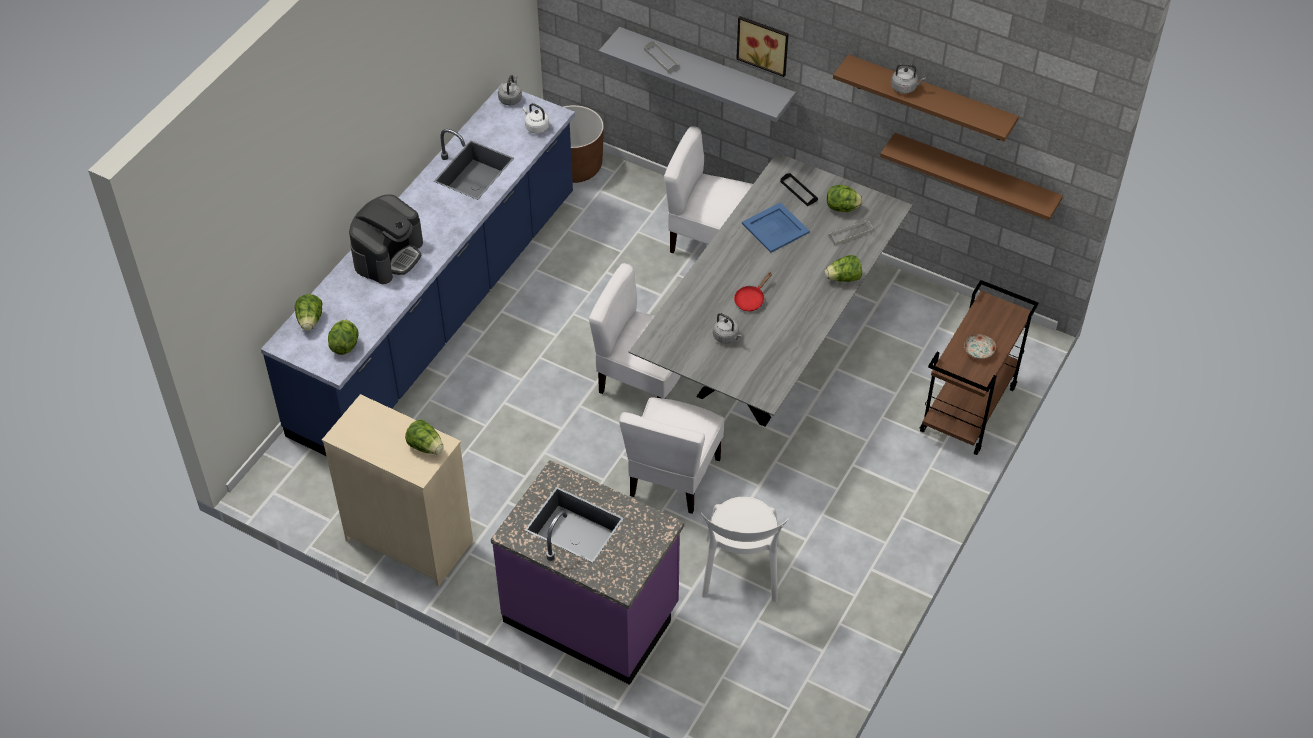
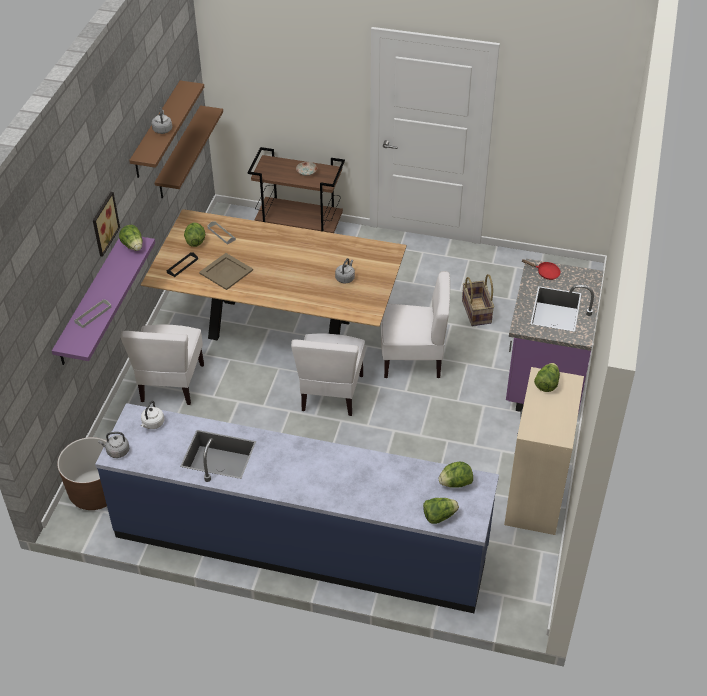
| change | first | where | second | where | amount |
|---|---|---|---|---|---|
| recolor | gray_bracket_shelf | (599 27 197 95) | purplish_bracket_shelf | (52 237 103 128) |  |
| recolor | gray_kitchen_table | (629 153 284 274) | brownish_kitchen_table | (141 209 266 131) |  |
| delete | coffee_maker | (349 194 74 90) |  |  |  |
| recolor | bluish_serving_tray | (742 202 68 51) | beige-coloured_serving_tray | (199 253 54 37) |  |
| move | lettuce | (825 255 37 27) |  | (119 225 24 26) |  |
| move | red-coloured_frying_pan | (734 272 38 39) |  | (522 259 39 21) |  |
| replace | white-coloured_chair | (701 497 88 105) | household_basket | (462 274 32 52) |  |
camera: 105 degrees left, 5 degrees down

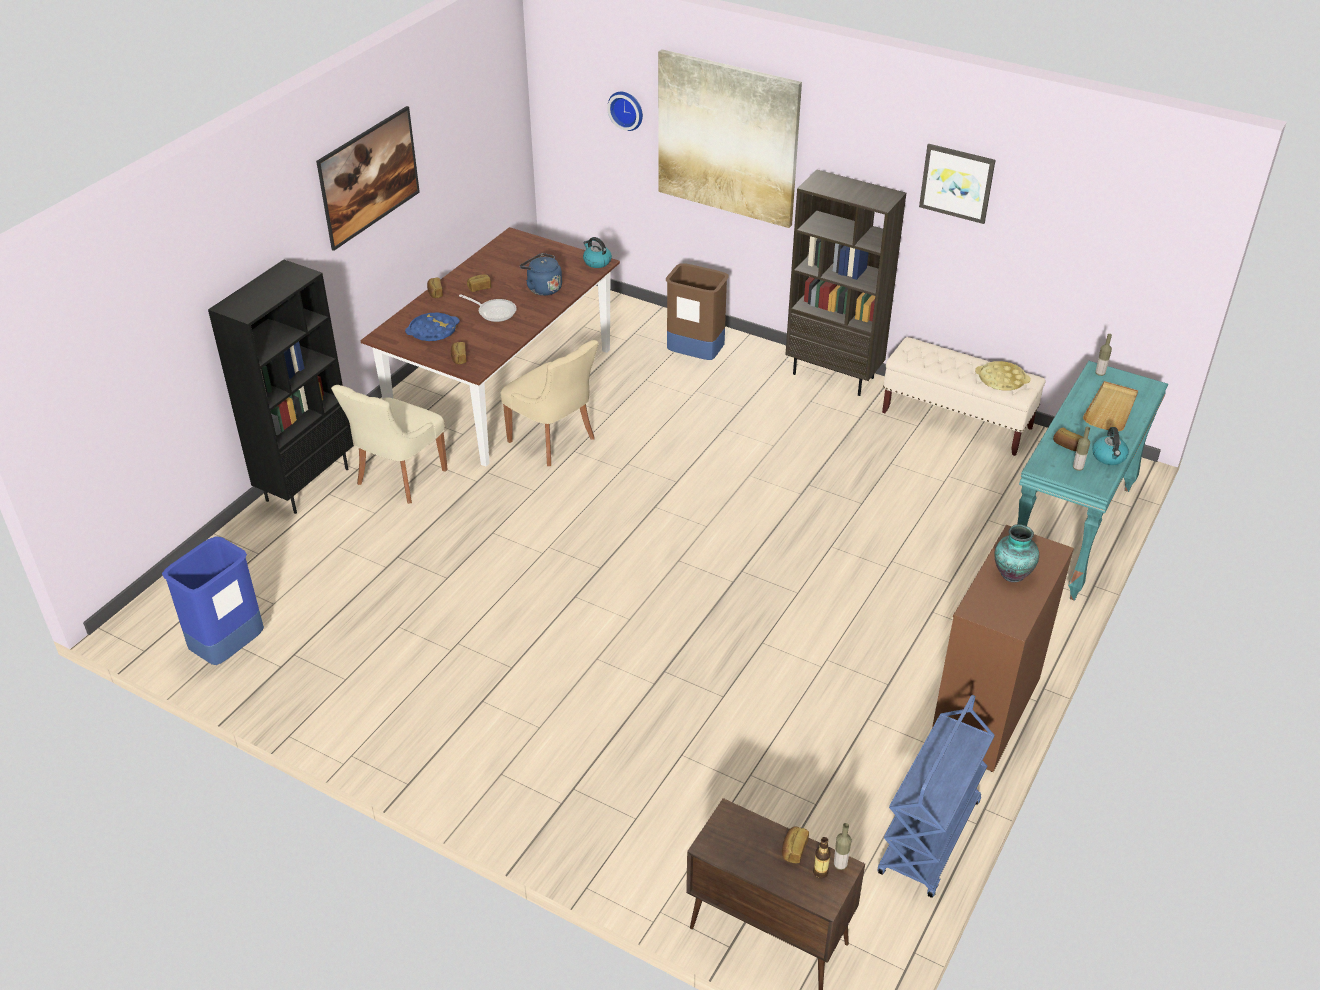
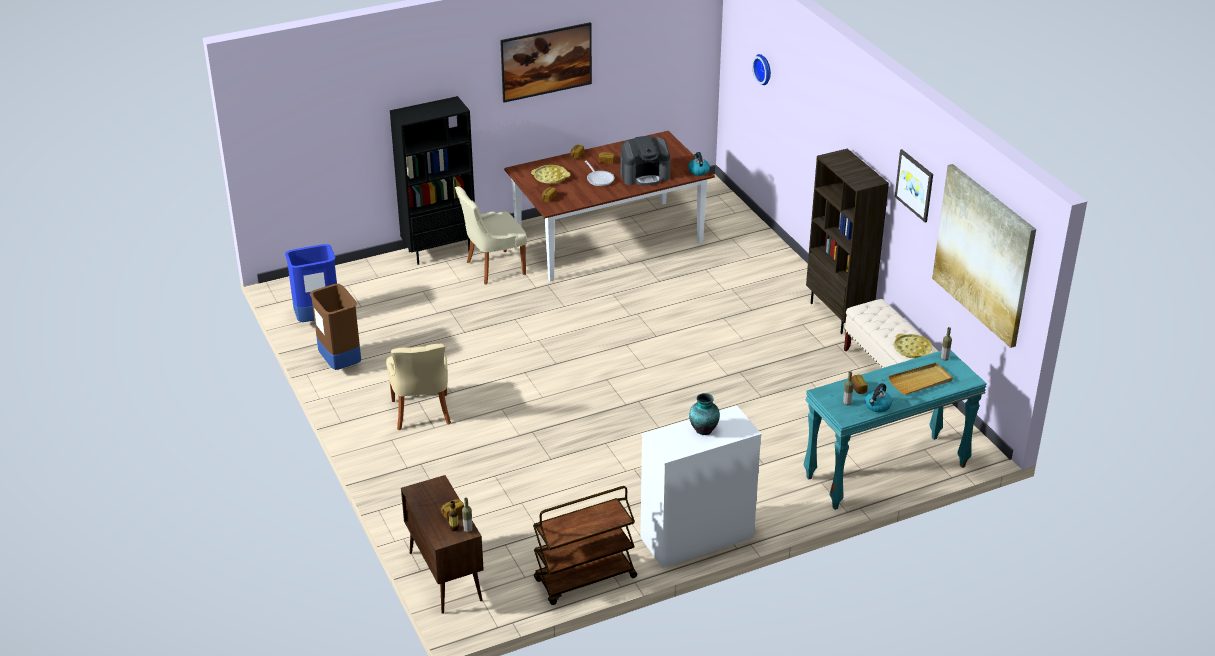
| change | first | where | second | where | amount |
|---|---|---|---|---|---|
| move | picture | (658 49 144 179) |  | (932 164 104 184) |  |
| replace | bluish_kettle | (520 253 42 43) | coffee_maker | (620 136 50 50) |  |
| move | brownish_waste_bin | (666 264 63 96) |  | (310 284 51 86) |  |
| recolor | bluish_serving_tray | (405 313 55 28) | yellow-coloured_serving_tray | (531 165 39 19) |  |
| move | beige-coloured_chair | (501 340 98 126) |  | (386 344 65 86) |  |
| recolor | brownish_drawer_chest | (932 525 142 247) | white-coloured_drawer_chest | (640 406 122 162) |  |
| recolor | bluish_trolley | (877 695 118 203) | brownish_trolley | (533 486 104 119) |  |
camera: 35 degrees right, 5 degrees down

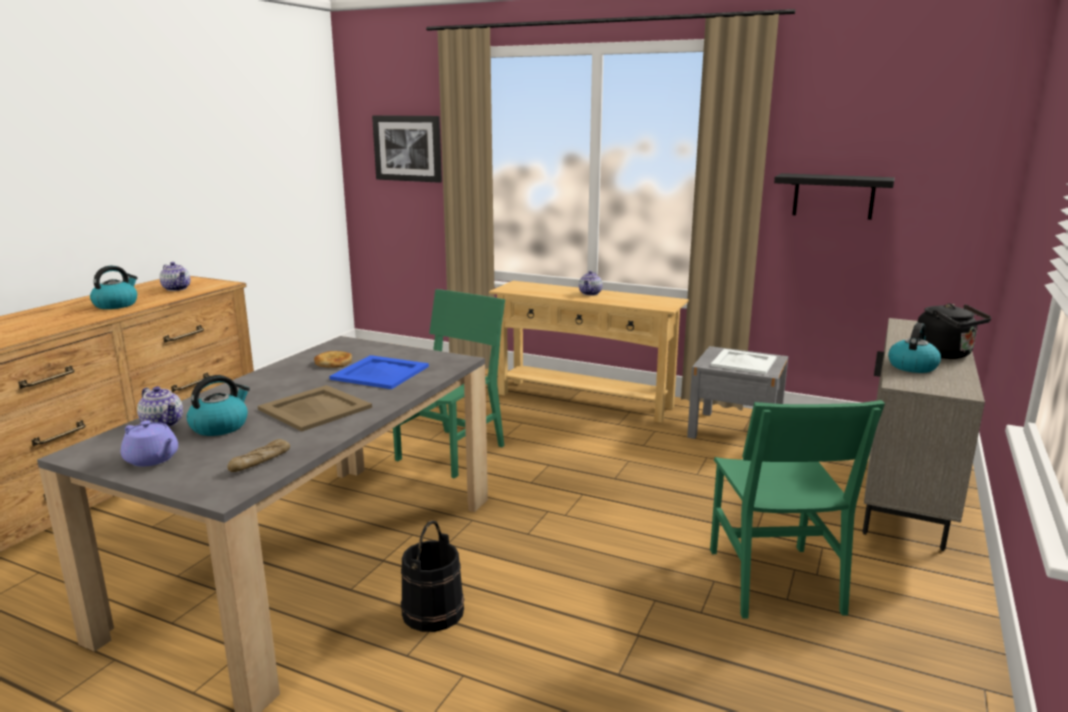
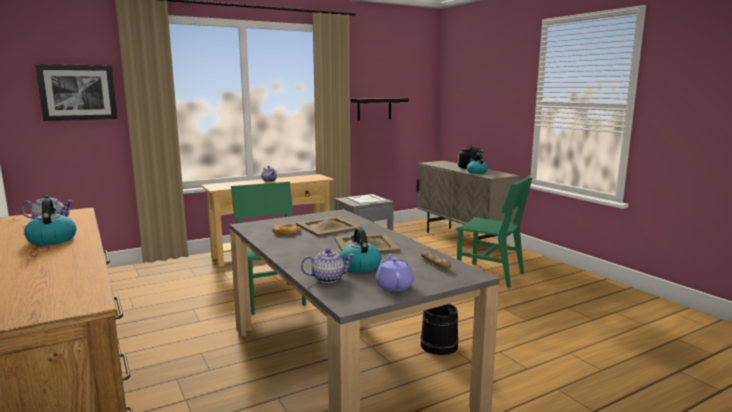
| change | first | where | second | where | amount |
|---|---|---|---|---|---|
| recolor | bluish_serving_tray | (329 355 100 34) | beige-coloured_serving_tray | (296 216 66 21) |  |
| rotate | purplish_tea_pot | (121 421 57 46) |  | (375 254 39 37) | 75 degrees counterclockwise |
camera: 55 degrees left, 5 degrees down

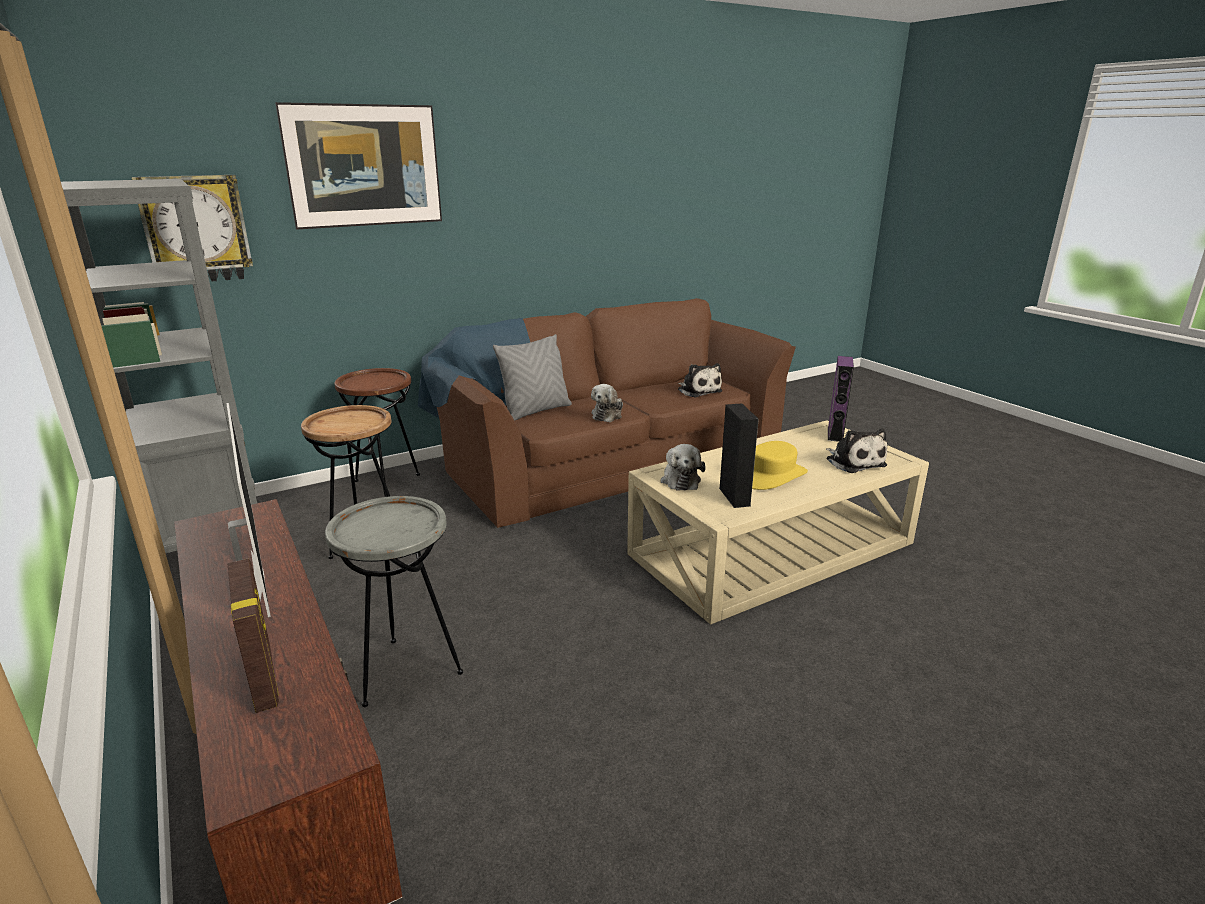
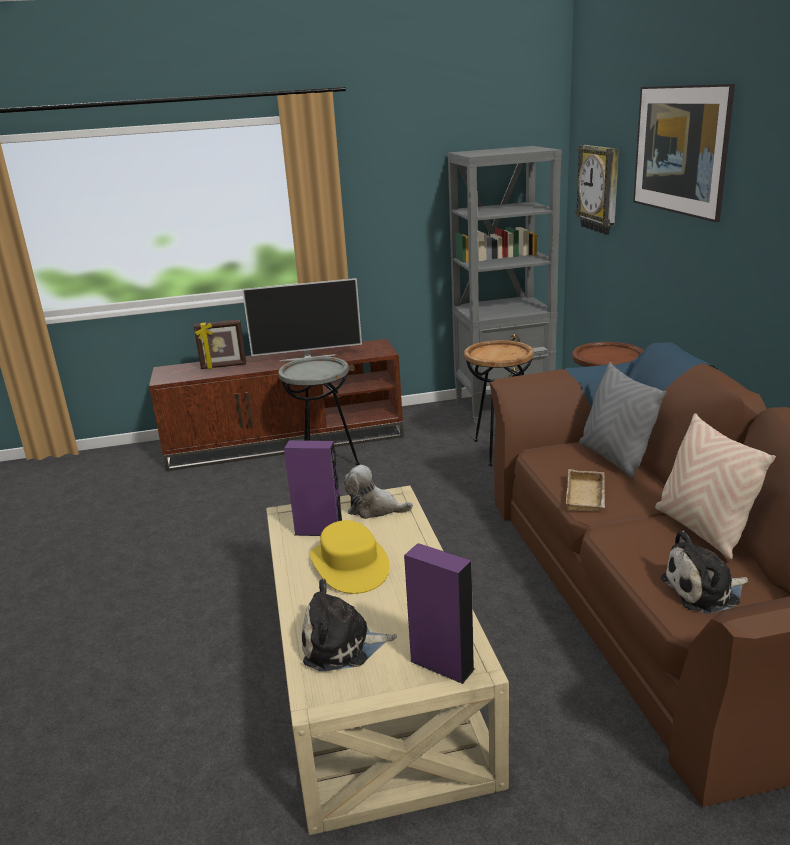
| change | first | where | second | where | amount |
|---|---|---|---|---|---|
| replace | plush_toy | (591 384 32 38) | beige-coloured_serving_tray | (566 469 39 42) |  |
| recolor | black_loudspeaker | (719 403 40 105) | purplish_loudspeaker | (284 441 58 95) |  |
| insert |  |  | beige-coloured_pillow | (655 413 121 146) |  |
camera: 110 degrees right, 0 degrees up

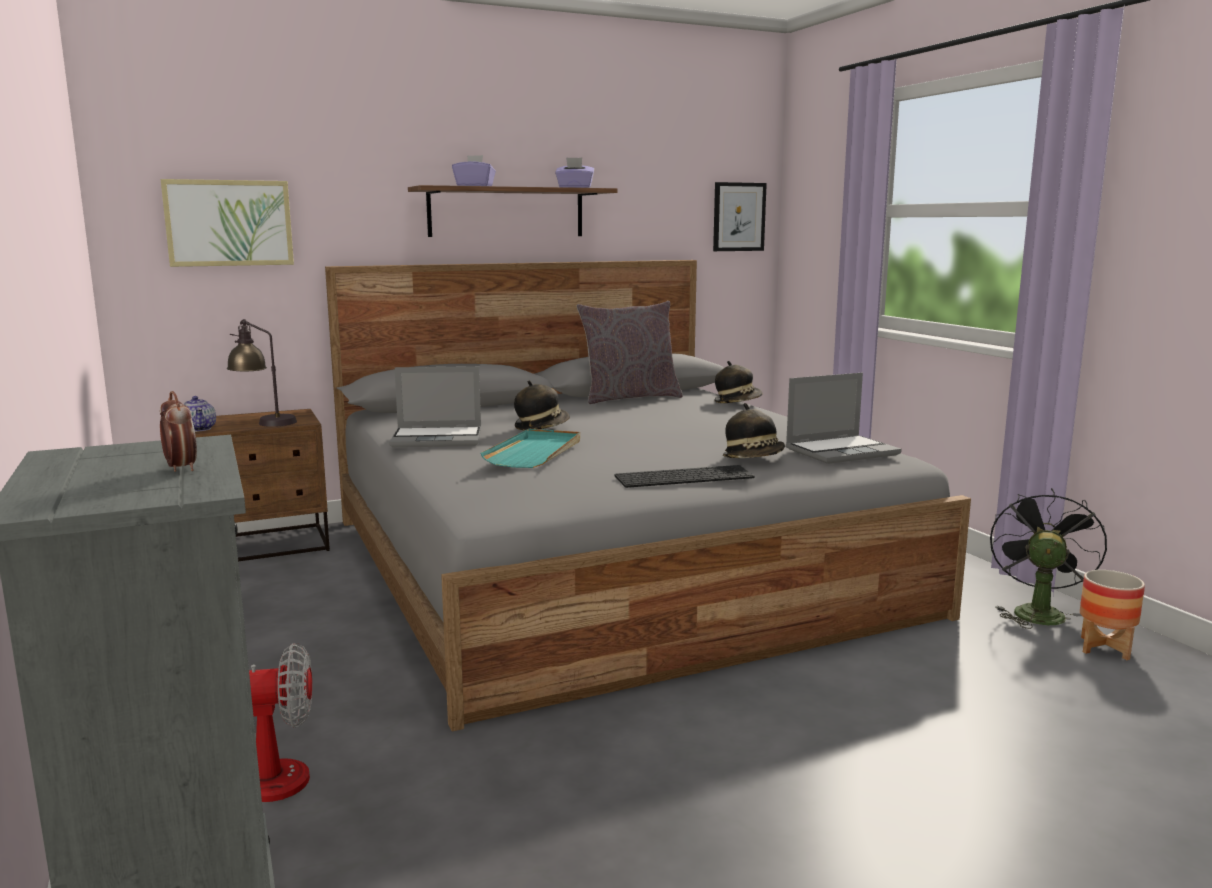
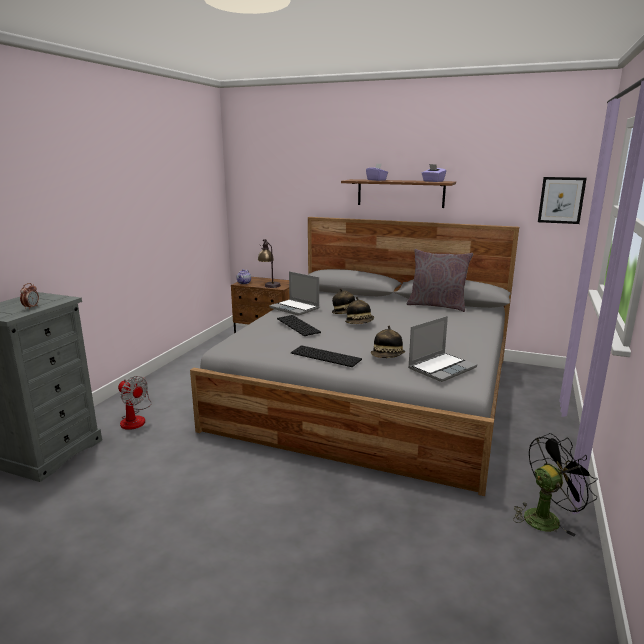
| change | first | where | second | where | amount |
|---|---|---|---|---|---|
| delete | picture | (161 179 133 88) |  |  |  |
| move | clothing_hat | (714 361 49 42) |  | (345 297 29 27) |  |
| rotate | portable_computer | (786 373 116 91) |  | (408 316 69 66) | 60 degrees counterclockwise |
| replace | turquoise-coloured_serving_tray | (481 429 99 39) | PC_keyboard | (277 315 44 21) |  |
| delete | plant_pot | (1080 570 65 90) |  |  |  |
camera: 45 degrees right, 5 degrees up

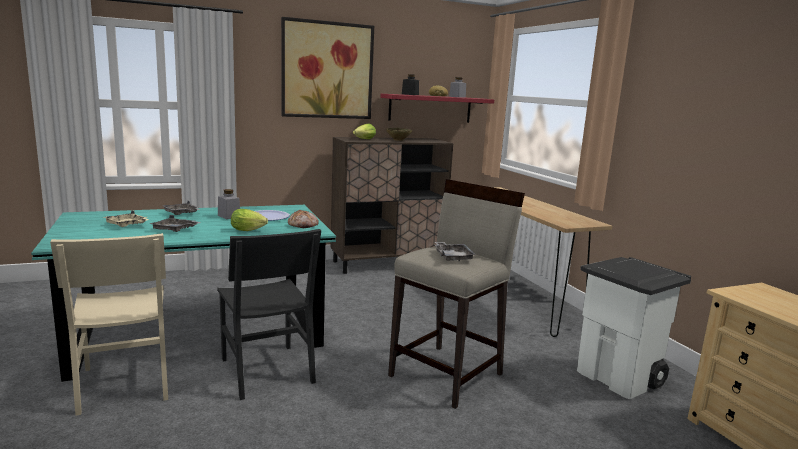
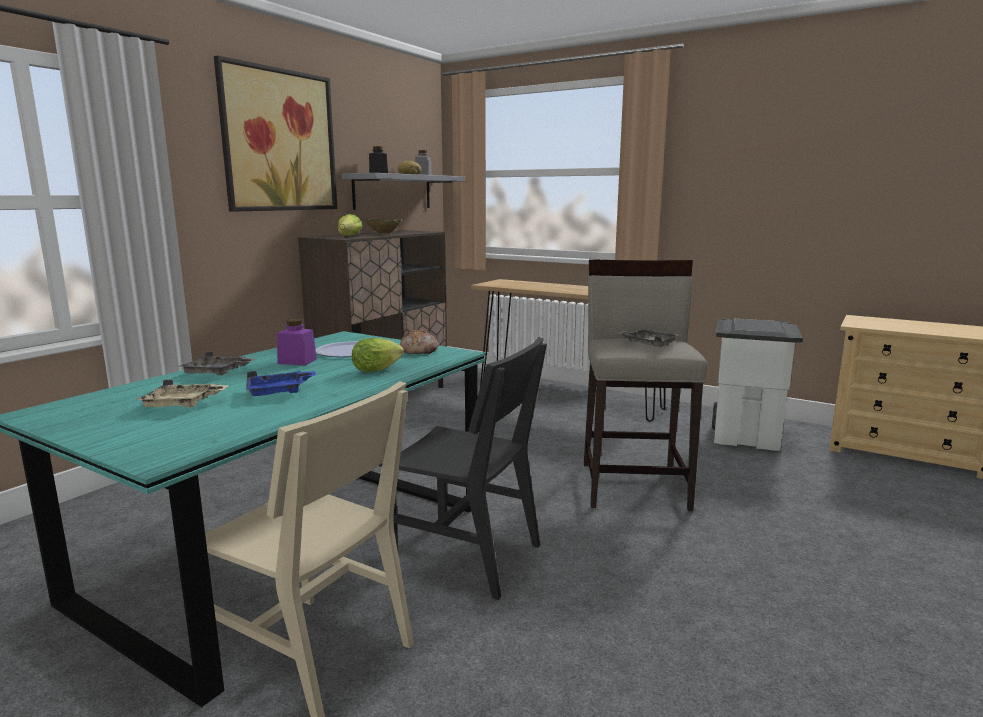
| change | first | where | second | where | amount |
|---|---|---|---|---|---|
| recolor | red-coloured_bracket_shelf | (380 94 114 29) | gray_bracket_shelf | (342 173 123 37) |  |
| recolor | gray_preserve_jar | (218 189 22 31) | purplish_preserve_jar | (277 319 40 47) |  |
| recolor | gray_serving_tray | (150 215 51 17) | bluish_serving_tray | (246 371 70 25) |  |
camera: 35 degrees left, 0 degrees up

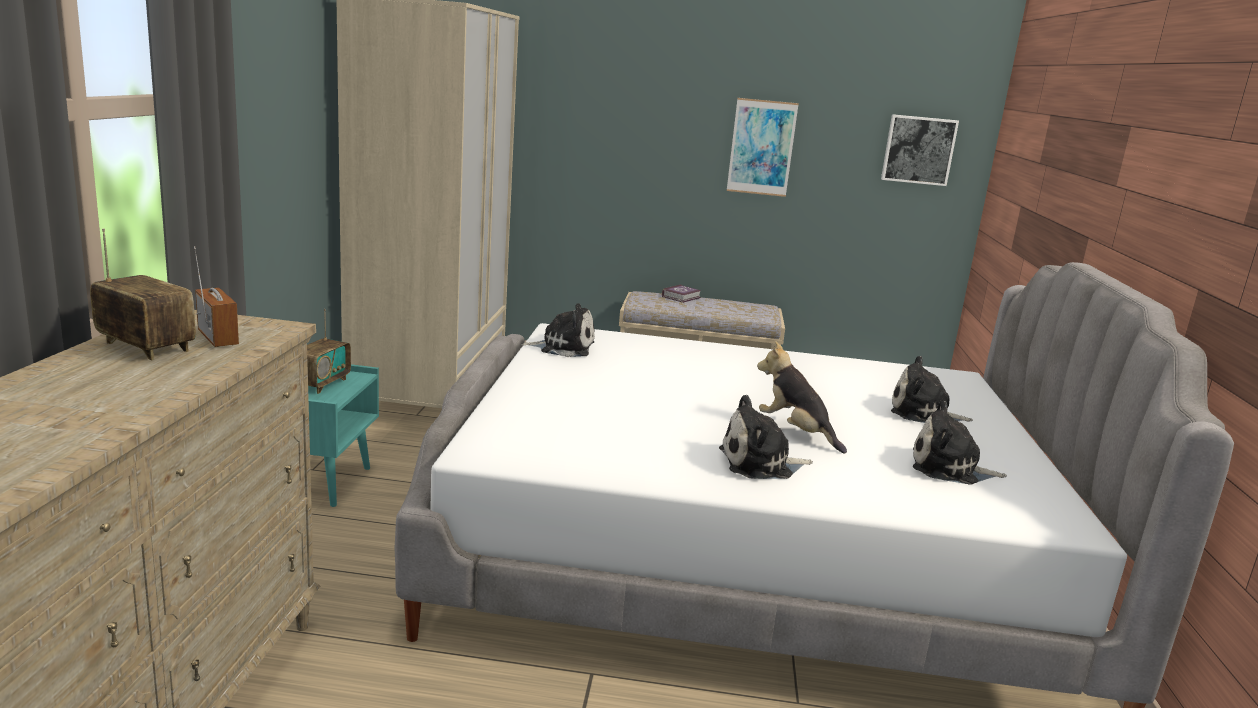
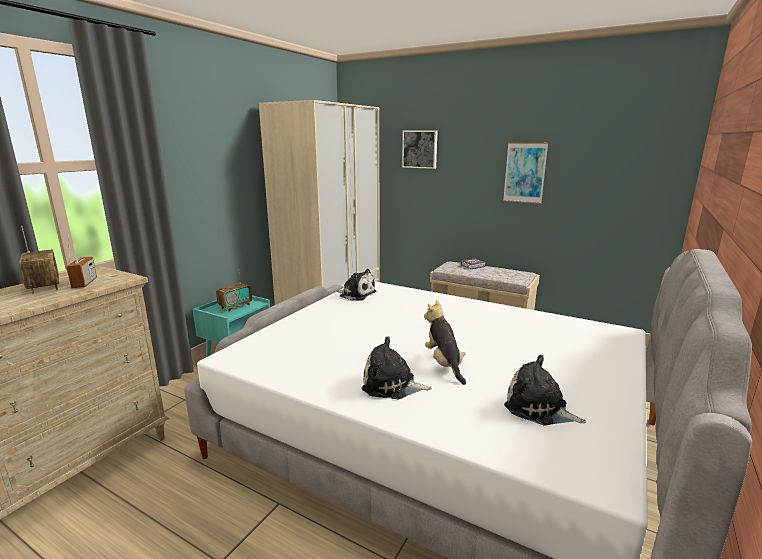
| change | first | where | second | where | amount |
|---|---|---|---|---|---|
| move | picture | (881 114 78 72) |  | (402 130 36 39) |  |
| delete | plush_toy | (891 356 82 67) |  |  |  |
camera: 25 degrees right, 0 degrees up

